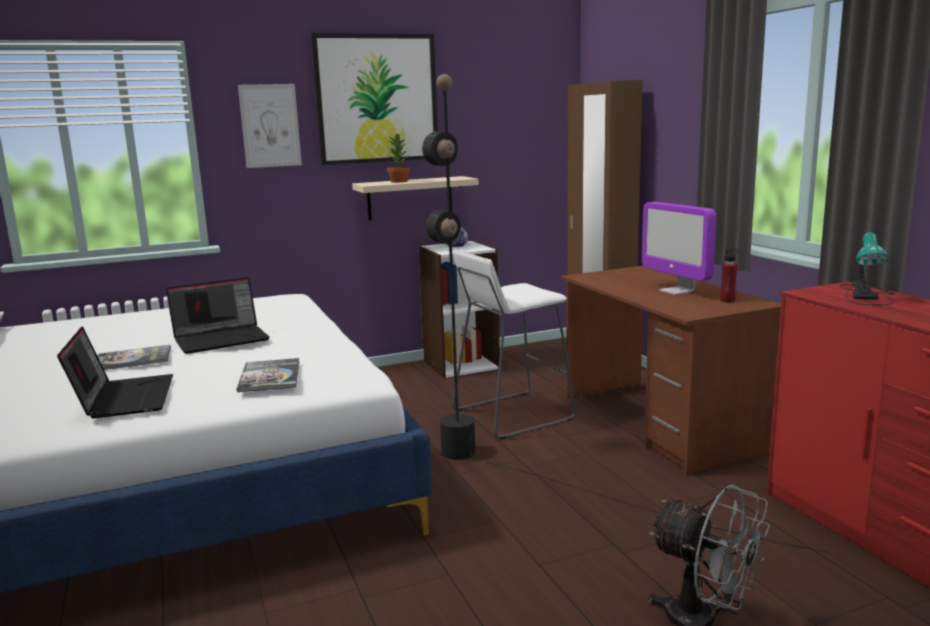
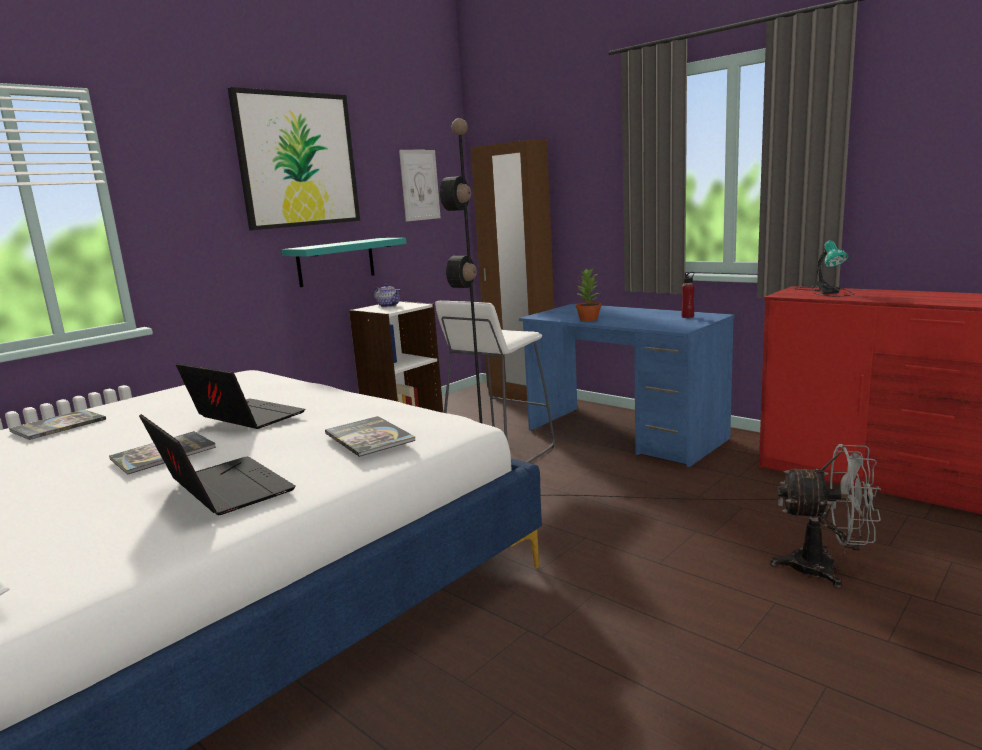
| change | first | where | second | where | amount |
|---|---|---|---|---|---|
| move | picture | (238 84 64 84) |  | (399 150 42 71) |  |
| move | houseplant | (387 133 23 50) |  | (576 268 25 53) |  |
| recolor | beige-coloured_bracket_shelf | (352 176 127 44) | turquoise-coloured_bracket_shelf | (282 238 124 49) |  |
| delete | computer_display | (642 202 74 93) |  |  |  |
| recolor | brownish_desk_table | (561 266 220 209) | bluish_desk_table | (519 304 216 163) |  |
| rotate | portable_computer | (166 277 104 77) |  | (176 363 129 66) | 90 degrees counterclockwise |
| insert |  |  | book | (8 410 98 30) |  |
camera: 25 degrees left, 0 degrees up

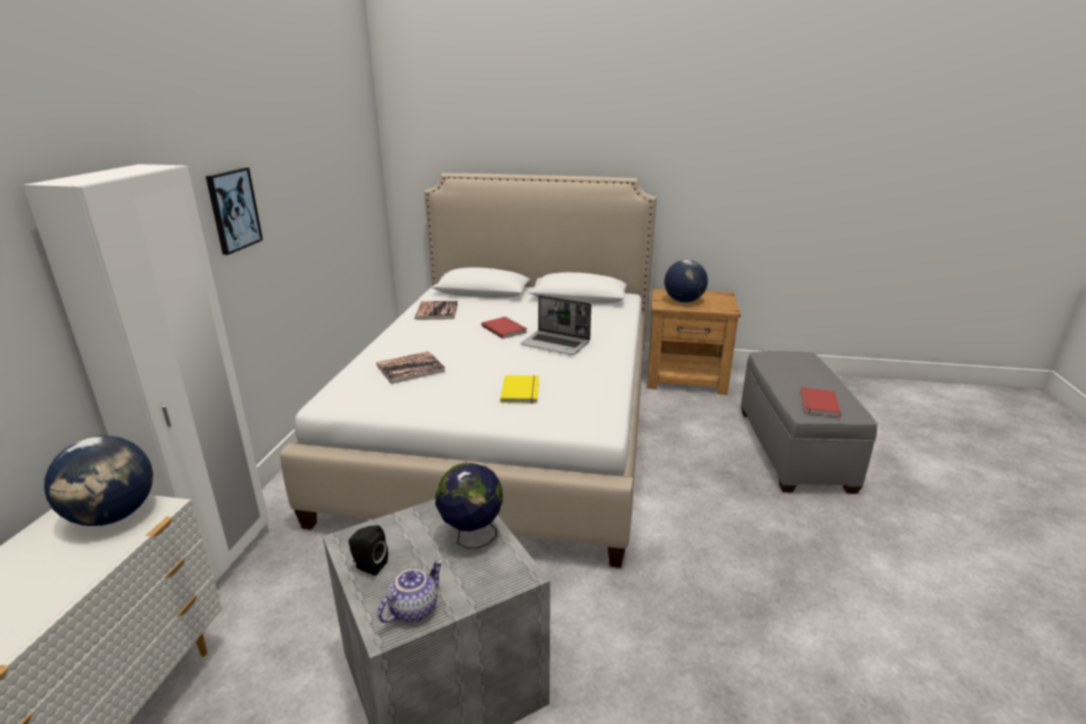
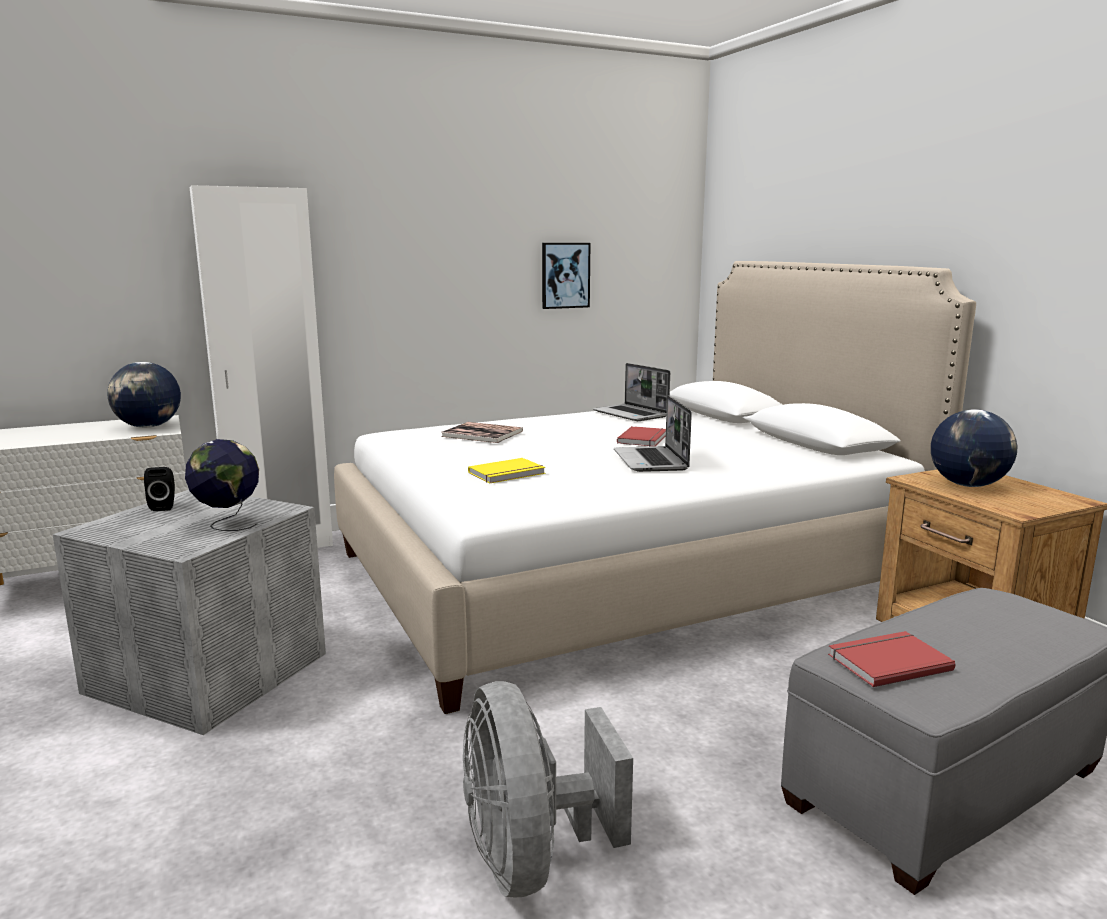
| change | first | where | second | where | amount |
|---|---|---|---|---|---|
| move | picture | (206 167 57 88) |  | (542 243 48 66) |  |
| replace | book | (414 301 44 19) | portable_computer | (593 363 77 58) |  |
| delete | tea_pot | (377 560 66 63) |  |  |  |
| insert |  |  | gray_electric_fan | (463 681 170 217) |  |
camera: 55 degrees right, 10 degrees down

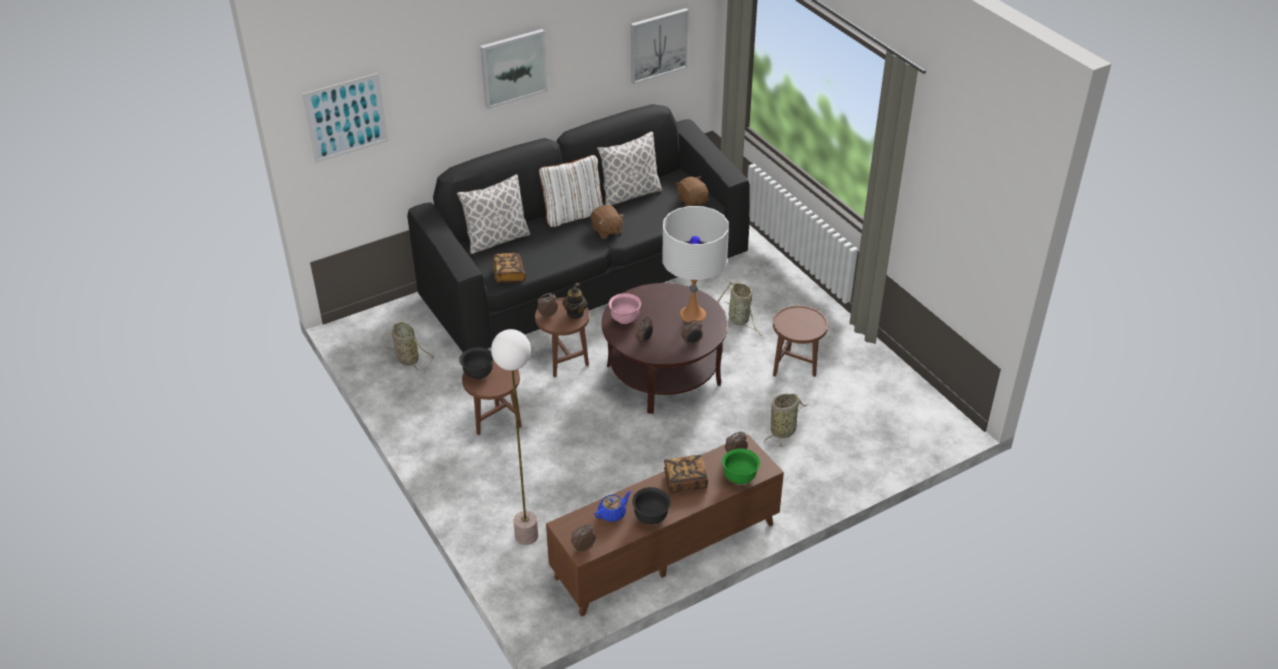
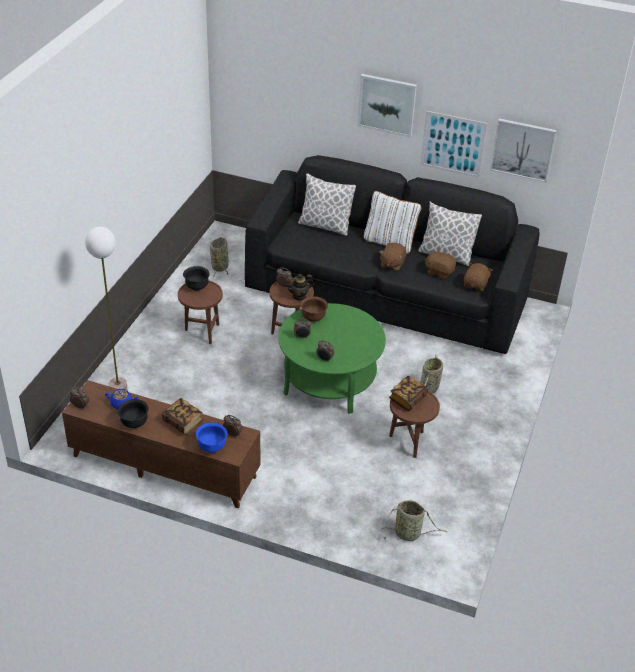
| change | first | where | second | where | amount |
|---|---|---|---|---|---|
| move | picture | (303 73 85 90) |  | (420 111 67 67) |  |
| delete | white-coloured_tabletop_lamp | (662 206 67 117) |  |  |  |
| move | book | (493 253 33 30) |  | (389 376 39 35) |  |
| recolor | brownish_coffee_table | (602 283 126 131) | greenish_coffee_table | (278 303 108 111) |  |
| recolor | pink_bowl | (609 293 32 31) | brownish_bowl | (300 296 28 26) |  |
| move | household_basket | (764 394 45 53) |  | (381 500 66 41) |  |
| recolor | greenish_bowl | (722 448 38 36) | bluish_bowl | (196 423 31 29) |  |
| insert |  |  | brownish_plush_toy | (425 249 31 31) |  |
camera: 50 degrees right, 0 degrees up

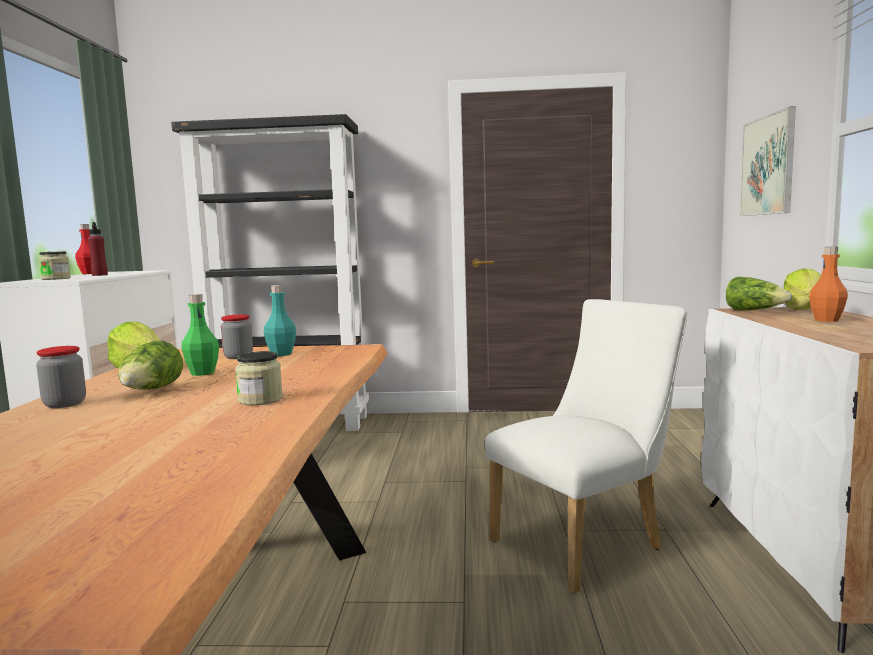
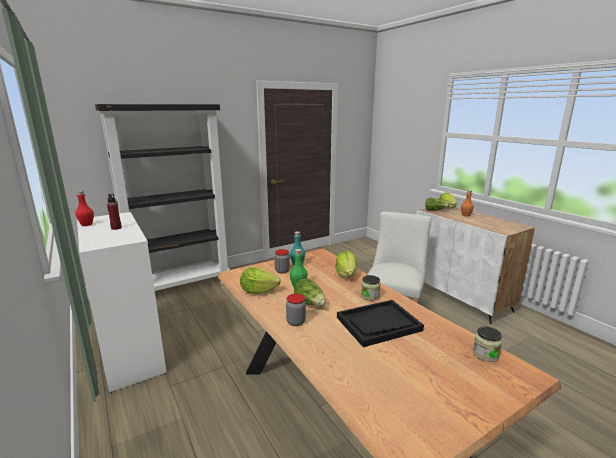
| change | first | where | second | where | amount |
|---|---|---|---|---|---|
| delete | picture | (740 106 56 110) |  |  |  |
| move | preserve_jar | (39 251 32 29) |  | (473 327 29 35) |  |
| insert |  |  | lettuce | (335 251 22 27) |  |
| insert |  |  | black_serving_tray | (337 300 87 47) |  |
camera: 35 degrees left, 10 degrees up

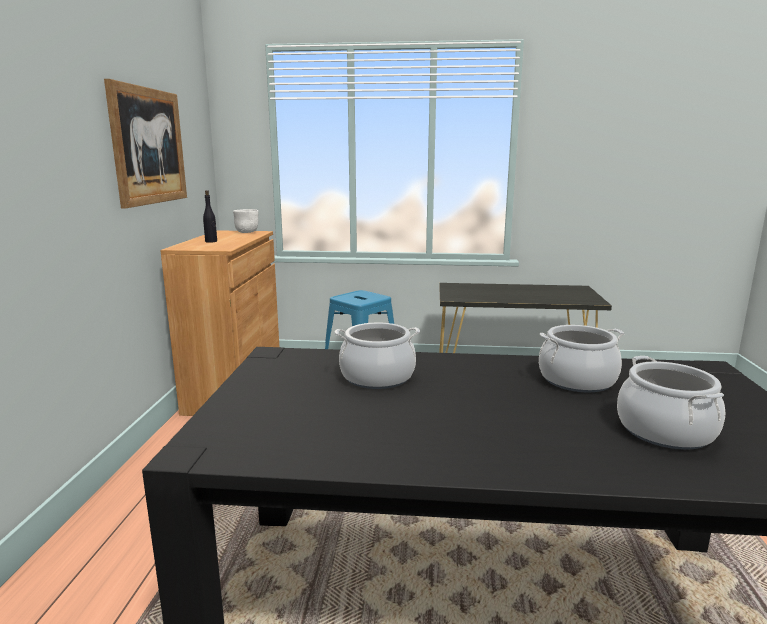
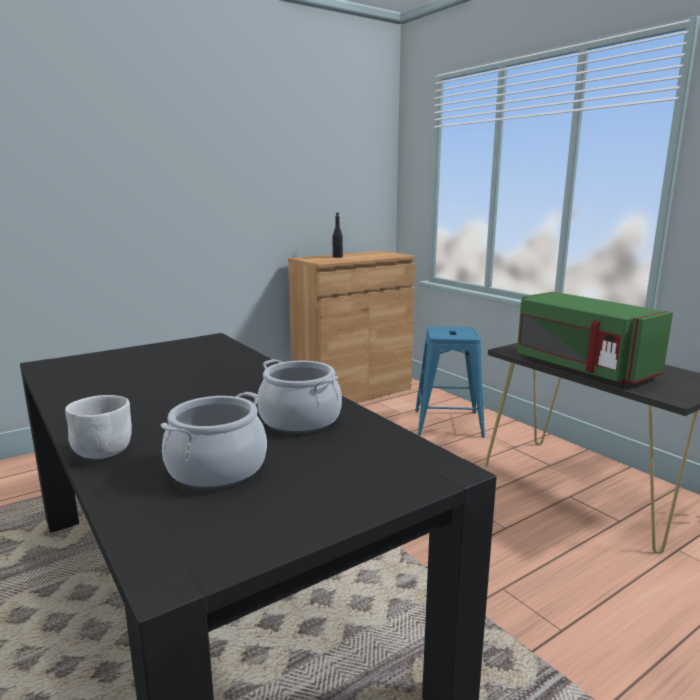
| change | first | where | second | where | amount |
|---|---|---|---|---|---|
| delete | picture | (104 79 83 130) |  |  |  |
| move | white-coloured_bowl | (233 209 25 24) |  | (65 395 67 64) |  |
| delete | stockpot | (335 323 85 66) |  |  |  |
| insert |  |  | greenish_microwave_oven | (517 292 156 92) |  |
camera: 50 degrees right, 0 degrees up

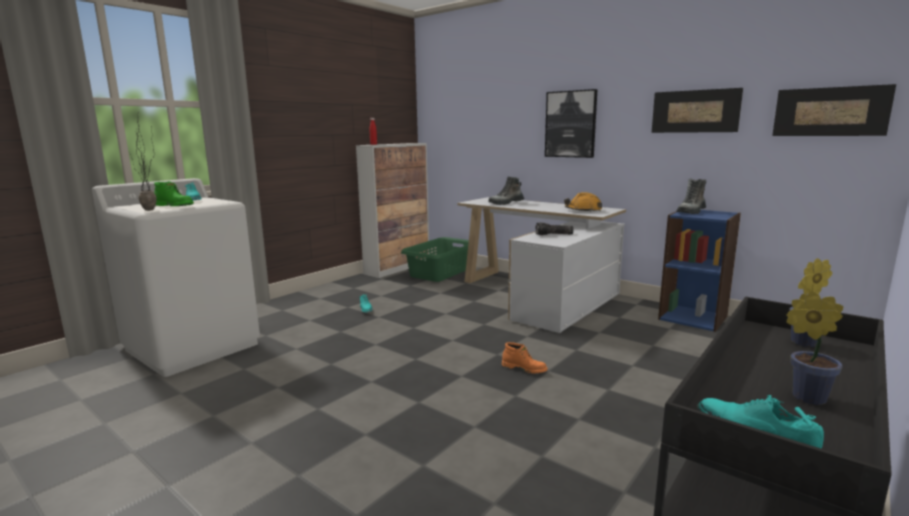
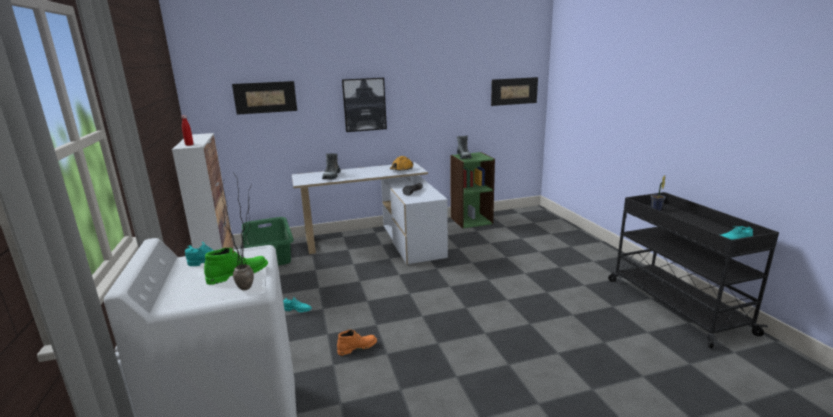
| change | first | where | second | where | amount |
|---|---|---|---|---|---|
| move | picture | (652 88 91 45) |  | (232 81 65 34) |  |
| recolor | bluish_bookshelf | (658 210 83 122) | greenish_bookshelf | (450 152 45 77) |  |
| delete | houseplant | (787 291 56 114) |  |  |  |
| move | orangey_high-top_boot | (502 342 46 31) |  | (337 329 40 27) |  |
camera: 55 degrees left, 5 degrees up

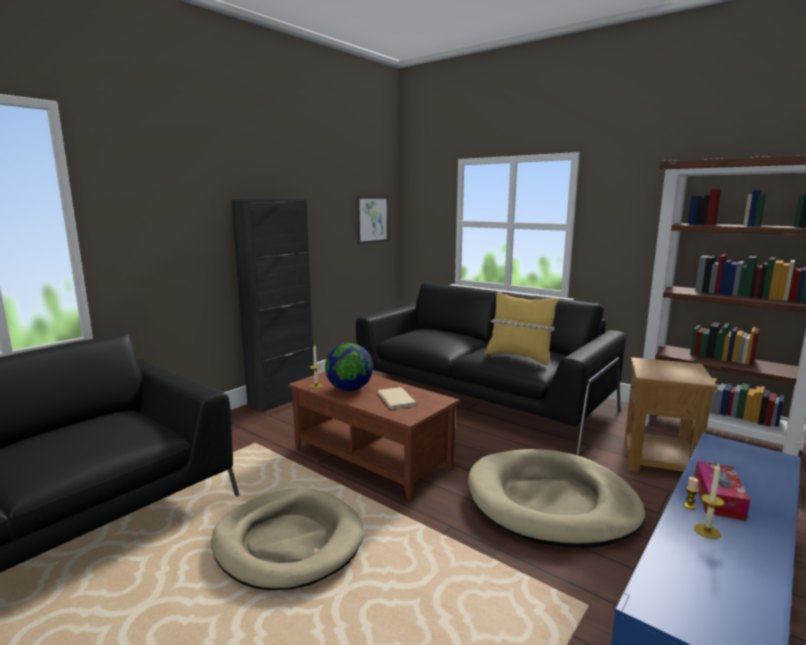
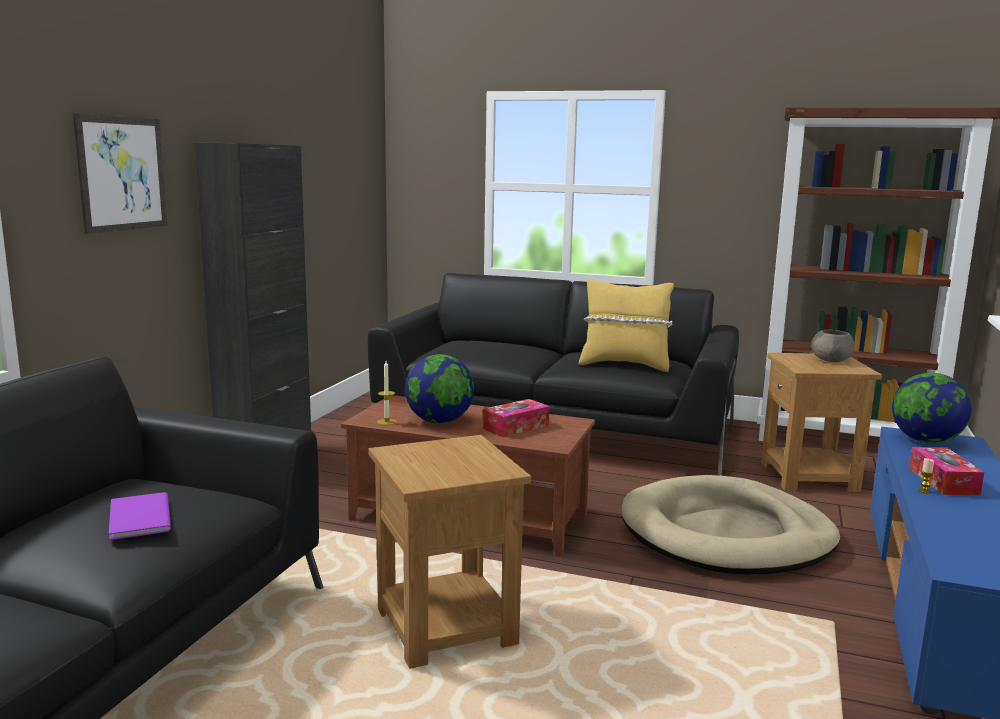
| change | first | where | second | where | amount |
|---|---|---|---|---|---|
| move | picture | (356 196 33 48) |  | (73 113 94 121) |  |
| replace | beige-coloured_book | (378 387 39 22) | tissue_box | (483 399 67 38) |  |
| delete | wax_candle | (694 463 30 76) |  |  |  |
| replace | beige-coloured_pet_bed | (211 488 153 102) | brownish_end_table | (369 435 162 234) |  |
| insert |  |  | gray_bowl | (811 330 44 32) |  |
| insert |  |  | world_globe | (892 373 80 70) |  |
| insert |  |  | purplish_book | (109 492 62 48) |  |
camera: 20 degrees left, 0 degrees up

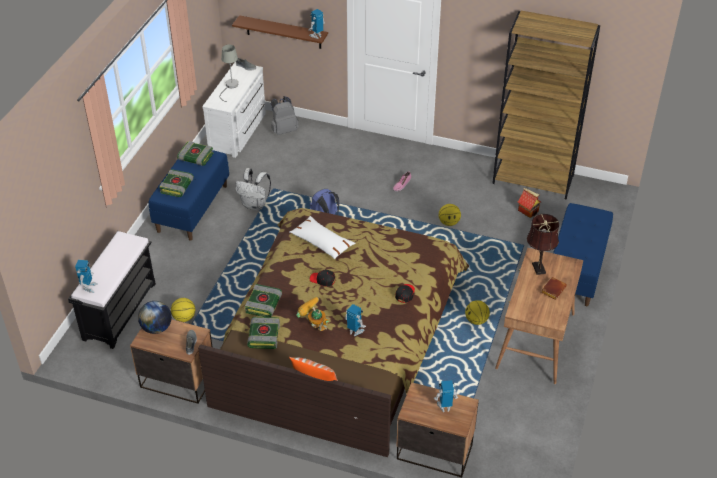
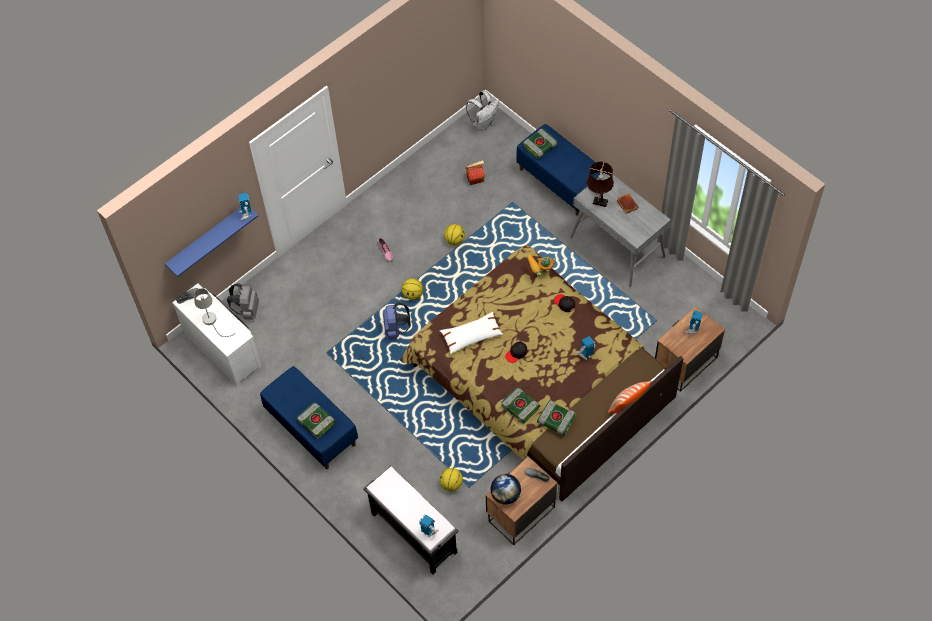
| change | first | where | second | where | amount |
|---|---|---|---|---|---|
| delete | brownish_bookshelf | (492 11 108 189) |  |  |  |
| recolor | brownish_bracket_shelf | (232 15 96 34) | bluish_bracket_shelf | (165 208 93 69) |  |
| move | book | (177 141 36 25) |  | (523 129 35 30) |  |
| move | white-coloured_backpack | (236 168 35 43) |  | (466 90 33 40) |  |
| recolor | brownish_desk_table | (495 248 88 136) | gray_desk_table | (570 173 101 114) |  |
| move | robot_figure | (296 297 33 34) |  | (527 254 29 22) |  |
| move | ball_for_basketball | (465 300 25 25) |  | (402 278 21 22) |  |
camera: 60 degrees left, 15 degrees up

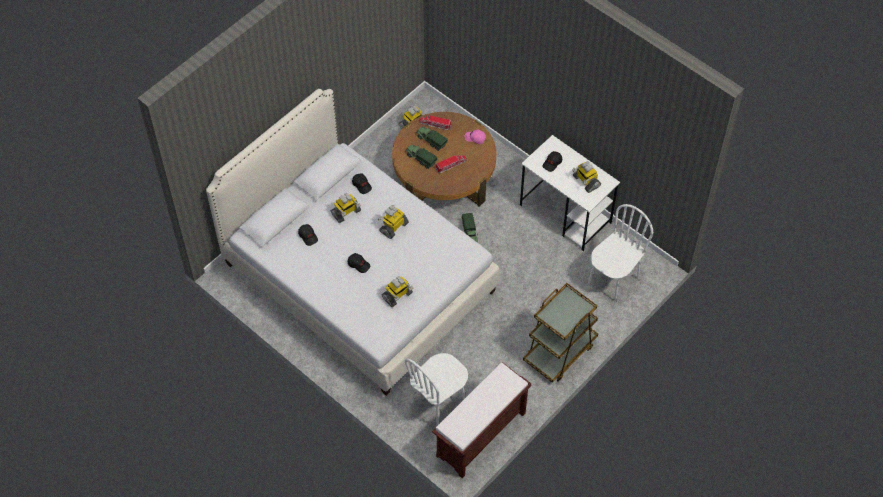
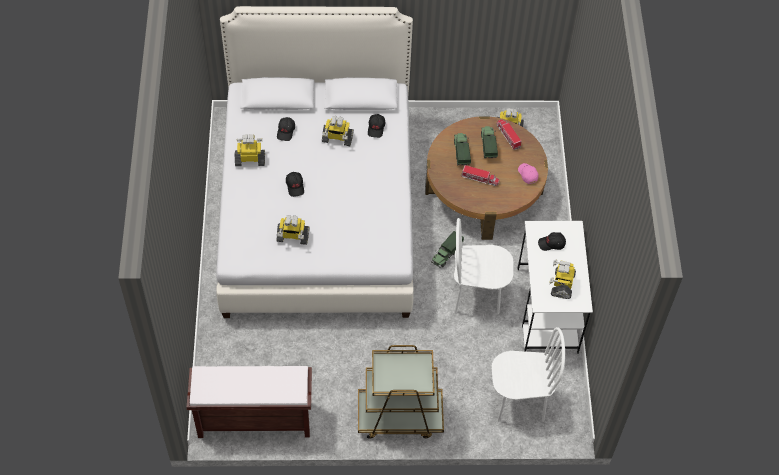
| change | first | where | second | where | amount |
|---|---|---|---|---|---|
| move | robot_figure | (378 205 31 34) |  | (234 134 31 32) |  |
| move | white-coloured_chair | (405 353 63 73) |  | (454 218 60 96) |  |
camera: 45 degrees right, 0 degrees up

